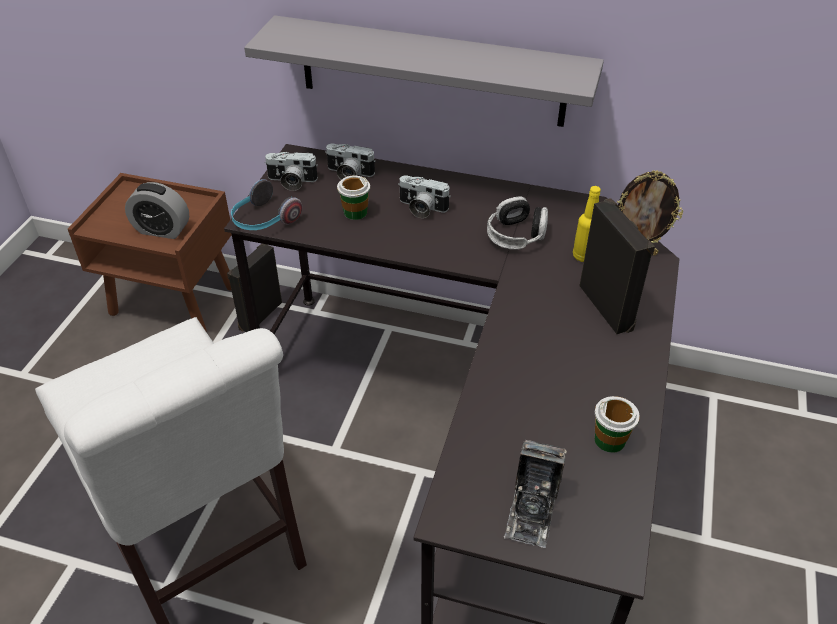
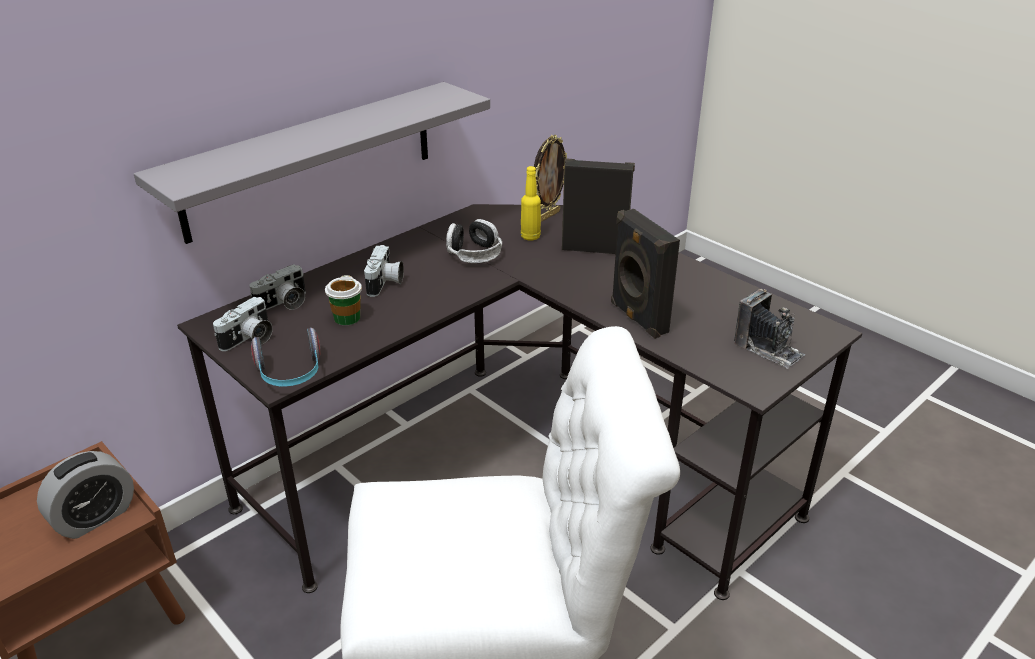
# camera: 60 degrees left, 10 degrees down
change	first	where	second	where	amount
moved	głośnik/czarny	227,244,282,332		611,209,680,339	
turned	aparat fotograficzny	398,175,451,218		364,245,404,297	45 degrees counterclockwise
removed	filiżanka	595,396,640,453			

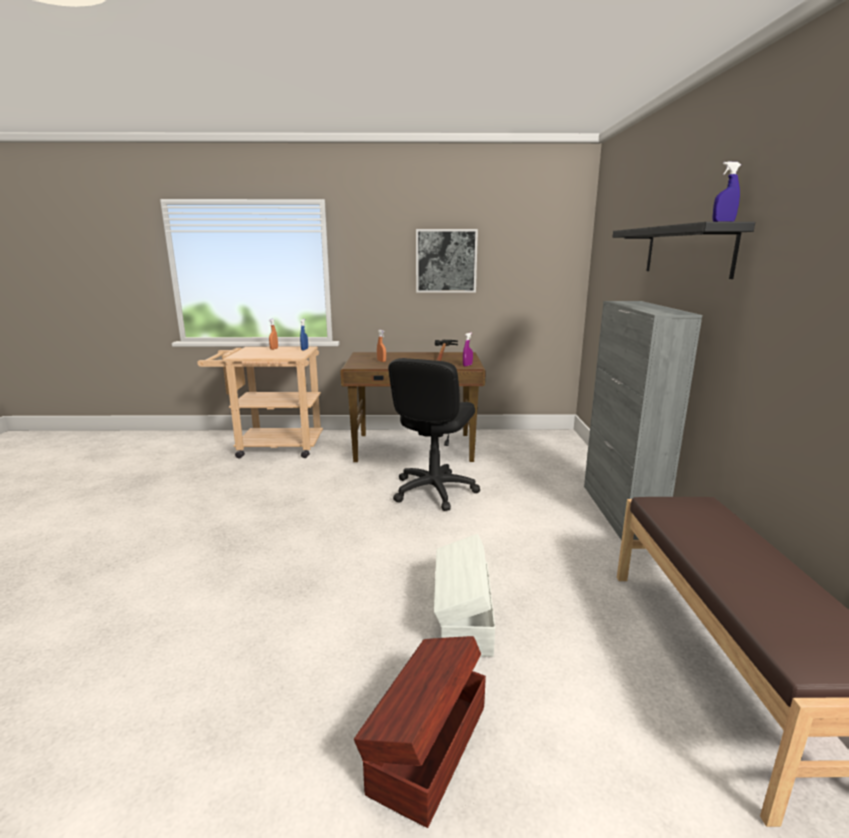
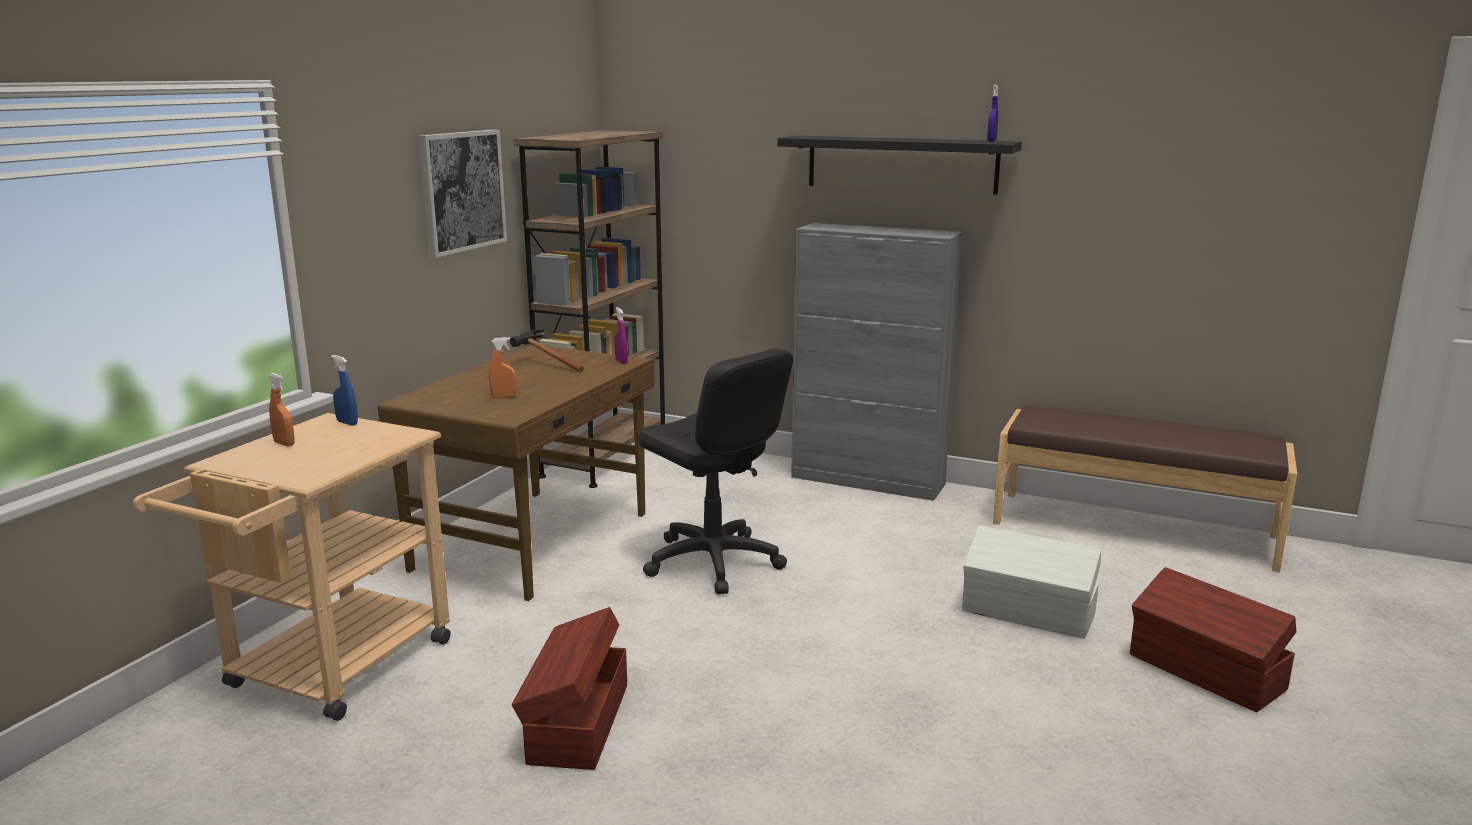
# camera: 65 degrees left, 0 degrees up
change	first	where	second	where	amount
added			pojemnik do przechowywania/brązowy	512,607,627,770	
added			regał/brązowy	514,130,665,488	

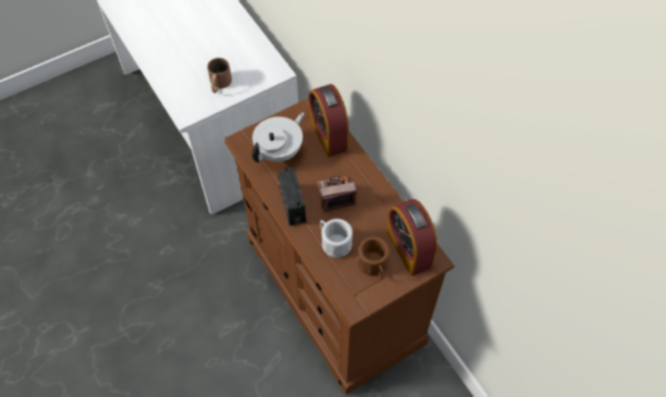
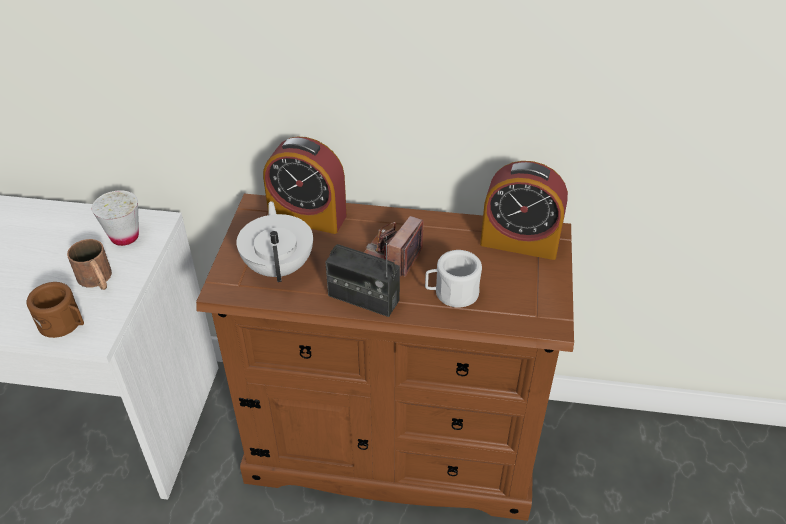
# camera: 50 degrees left, 15 degrees down
change	first	where	second	where	amount
moved	kubek/brązowy	358,236,390,279		26,282,84,338	
added			filiżanka/biały	92,190,139,246	

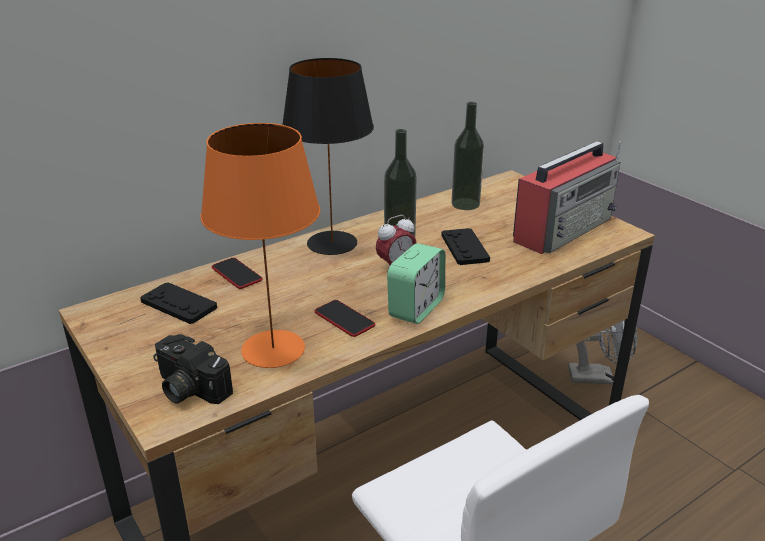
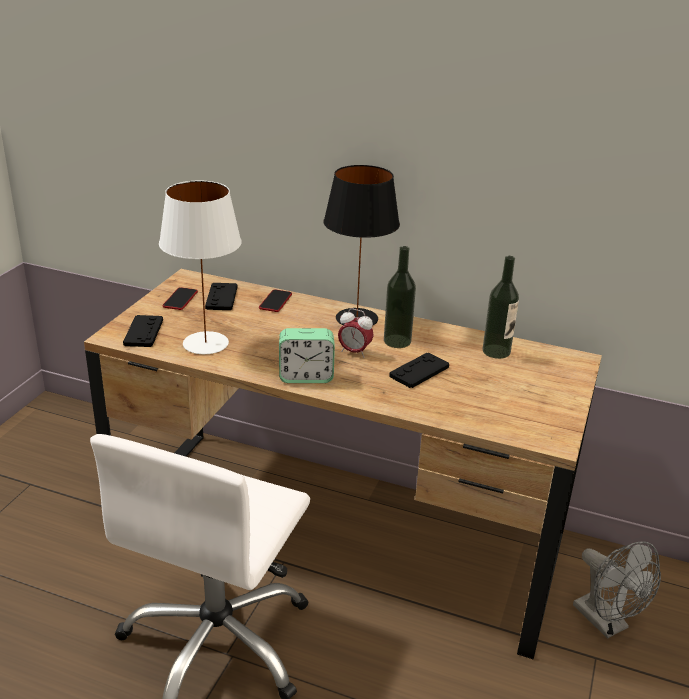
# camera: 55 degrees right, 0 degrees up
change	first	where	second	where	amount
replaced	aparat fotograficzny	153,334,233,404	pad do gier/czarny	123,315,163,347	
recoloured	lampa stołowa/pomarańczowy	200,123,320,368	lampa stołowa/biały	159,180,242,354	
moved	telefon	315,300,375,337		163,287,198,310	
removed	radio	513,141,621,254			

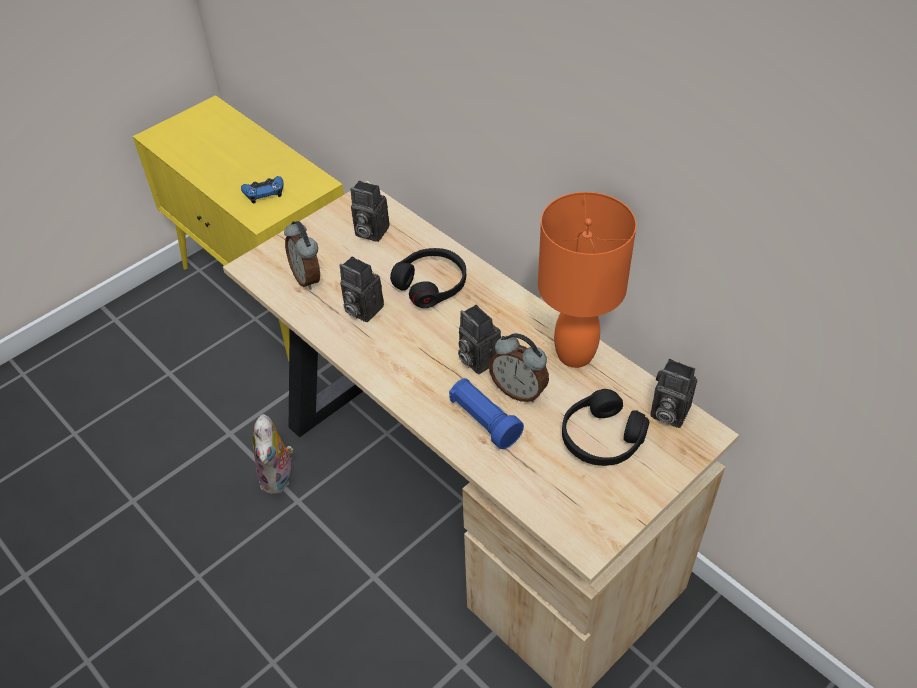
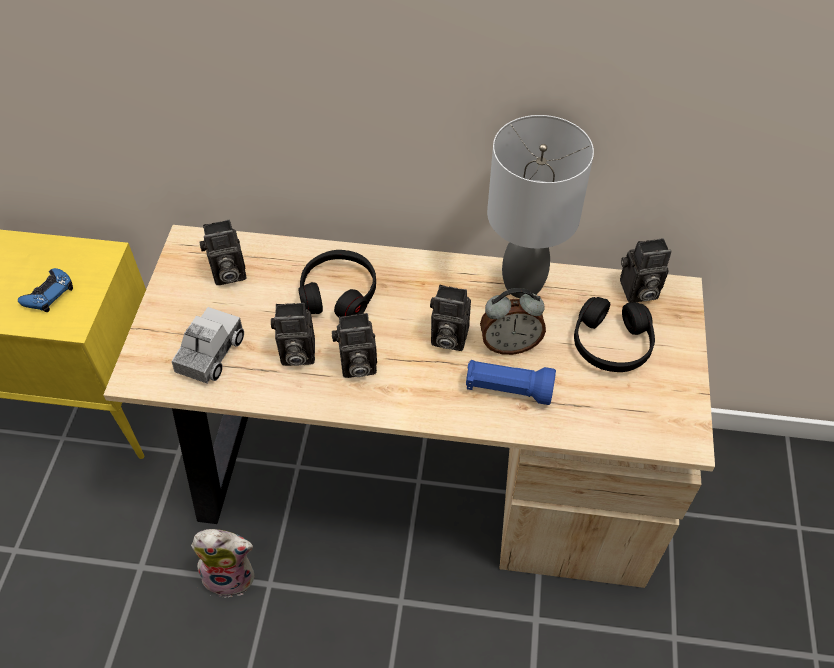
# camera: 40 degrees left, 5 degrees up
change	first	where	second	where	amount
turned	pluszak	252,414,295,494		191,529,254,598	45 degrees counterclockwise
replaced	budzik	284,221,320,290	ciężarówka zabawkowa	171,307,244,383	
recoloured	lampa stołowa/pomarańczowy	538,192,636,368	lampa stołowa/szary	487,115,594,298	
added			aparat fotograficzny	332,313,377,378	

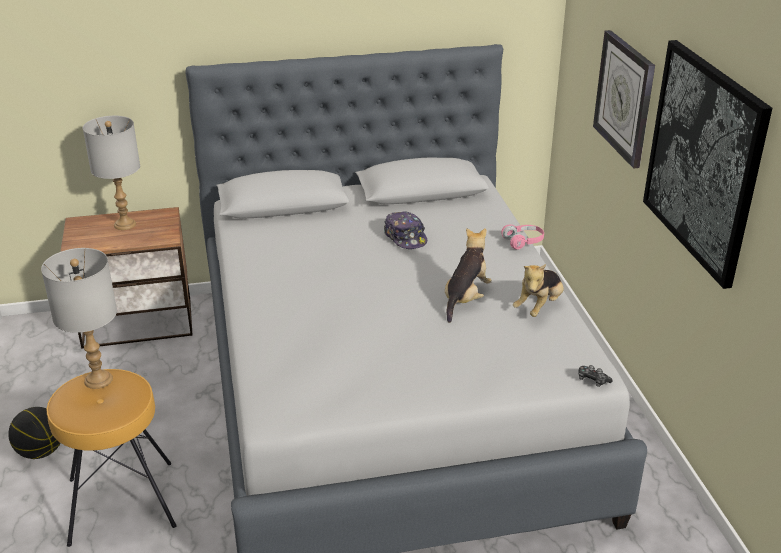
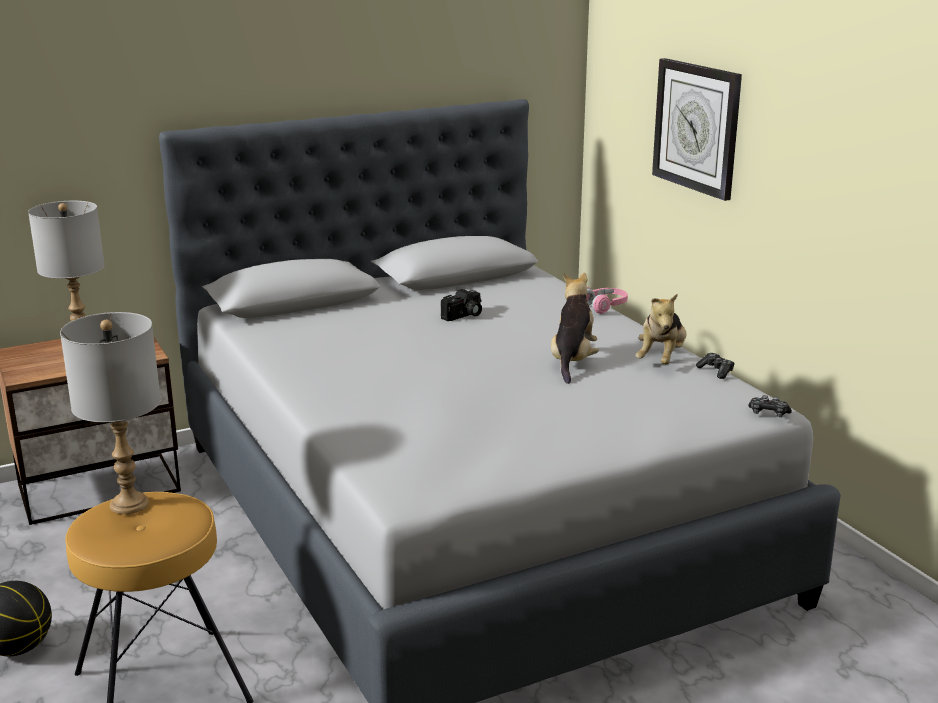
# camera: 15 degrees left, 10 degrees down
change	first	where	second	where	amount
replaced	czapka z daszkiem	384,211,427,249	aparat fotograficzny	441,289,482,321	
removed	obraz	643,40,772,289			
added			pad do gier	696,353,735,379	

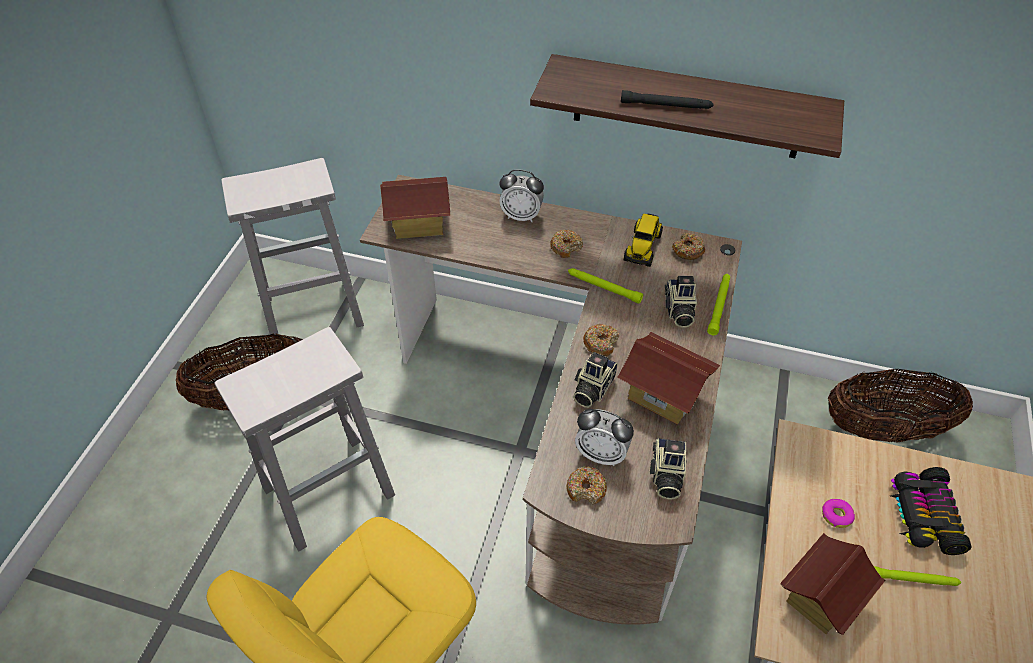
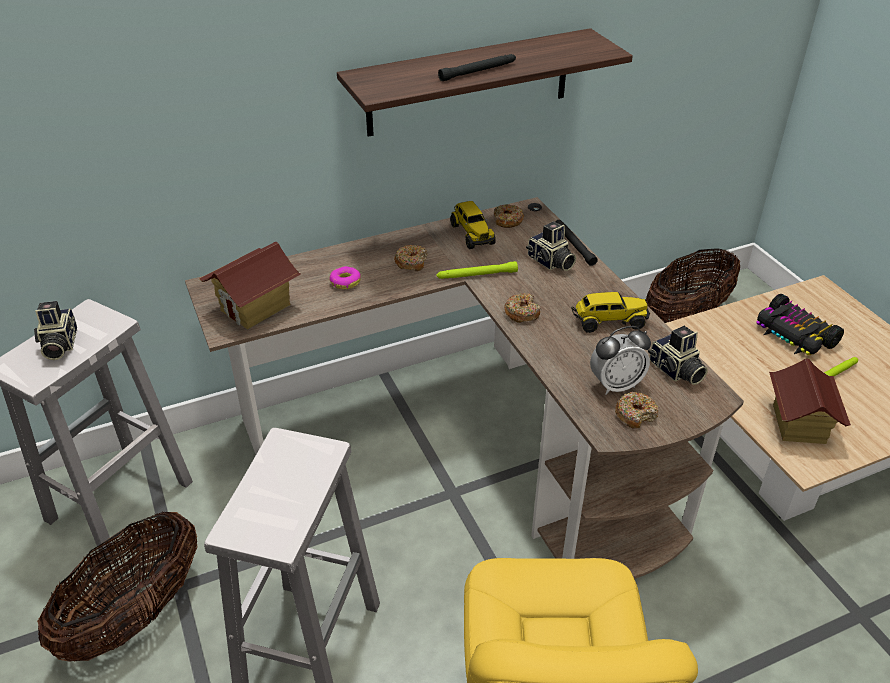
# camera: 40 degrees left, 10 degrees down
change	first	where	second	where	amount
removed	budzik	499,170,544,222			
moved	aparat fotograficzny	573,352,618,408		34,301,77,360	
replaced	domek	617,332,720,425	ciężarówka zabawkowa	571,292,650,333	
recoloured	latarka/zielony	707,274,730,335	latarka/czarny	556,220,598,266	
moved	donut	822,499,855,528		329,266,361,289	

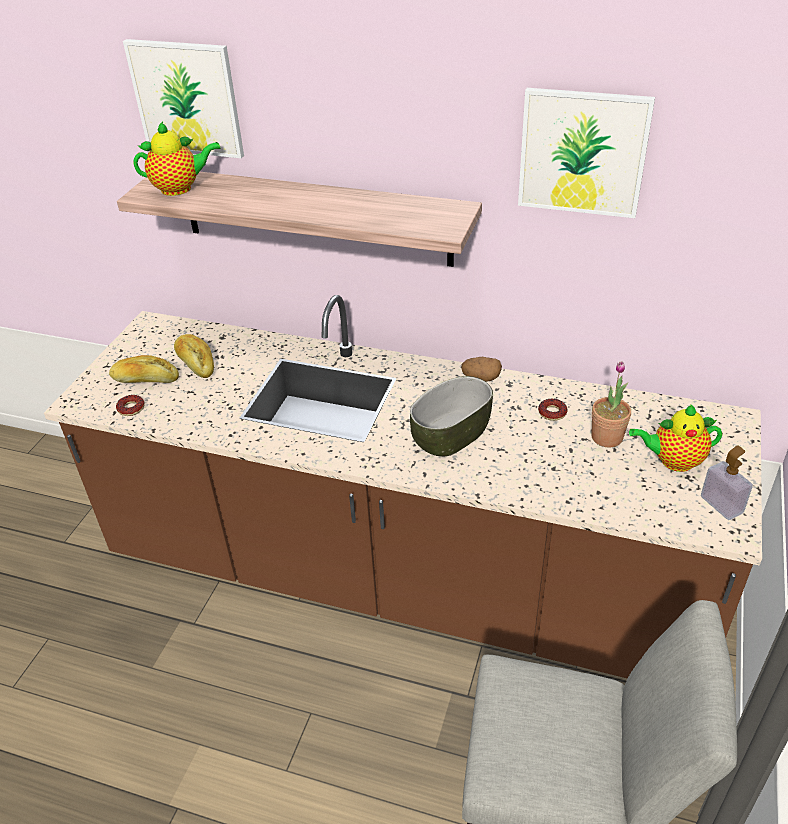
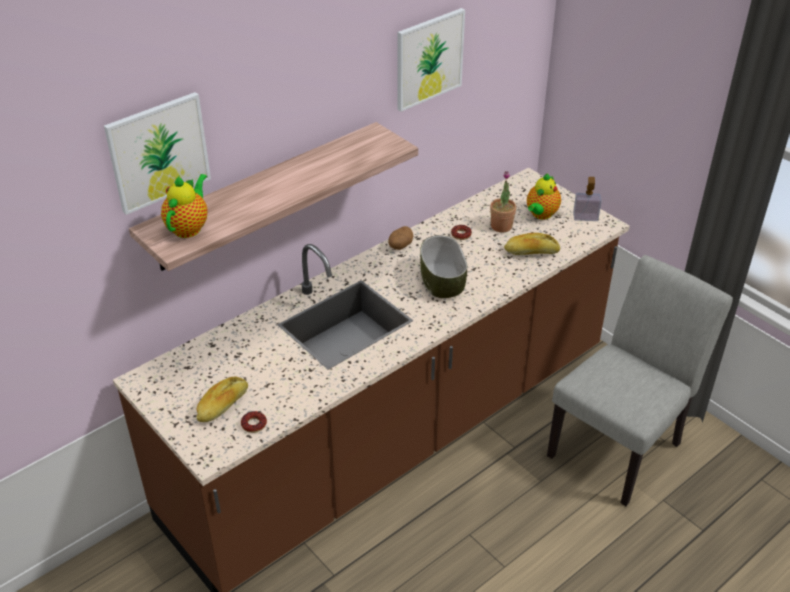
# camera: 60 degrees left, 0 degrees up
change	first	where	second	where	amount
moved	chleb	174,334,214,378		504,233,560,255	

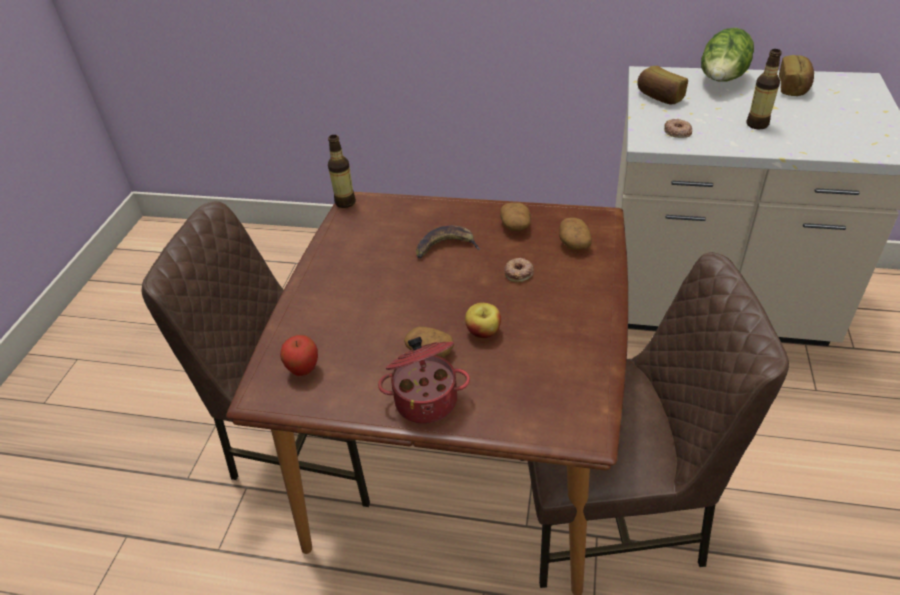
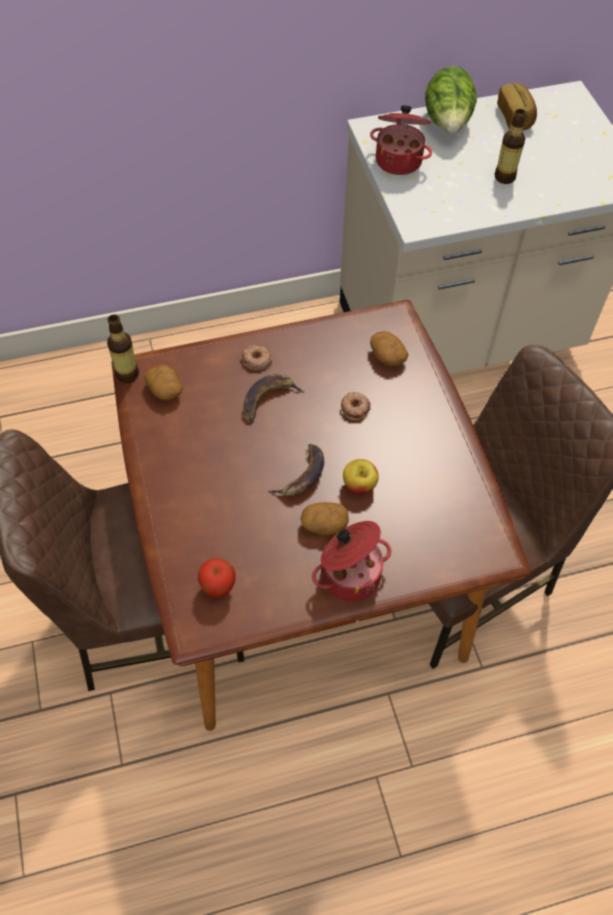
# camera: 30 degrees left, 15 degrees up
change	first	where	second	where	amount
moved	ziemniak	500,202,531,231		144,365,183,400	
replaced	chleb	637,66,688,104	garnek	370,105,432,175	
moved	donut	664,119,692,138		242,344,272,370	
added			banan	267,444,324,496	

